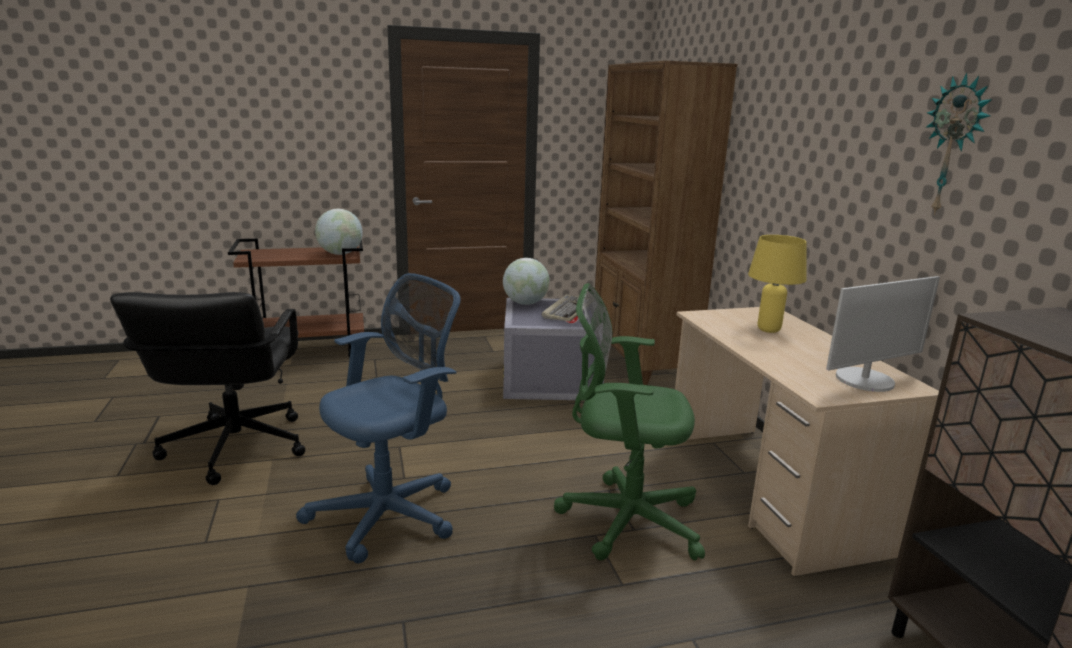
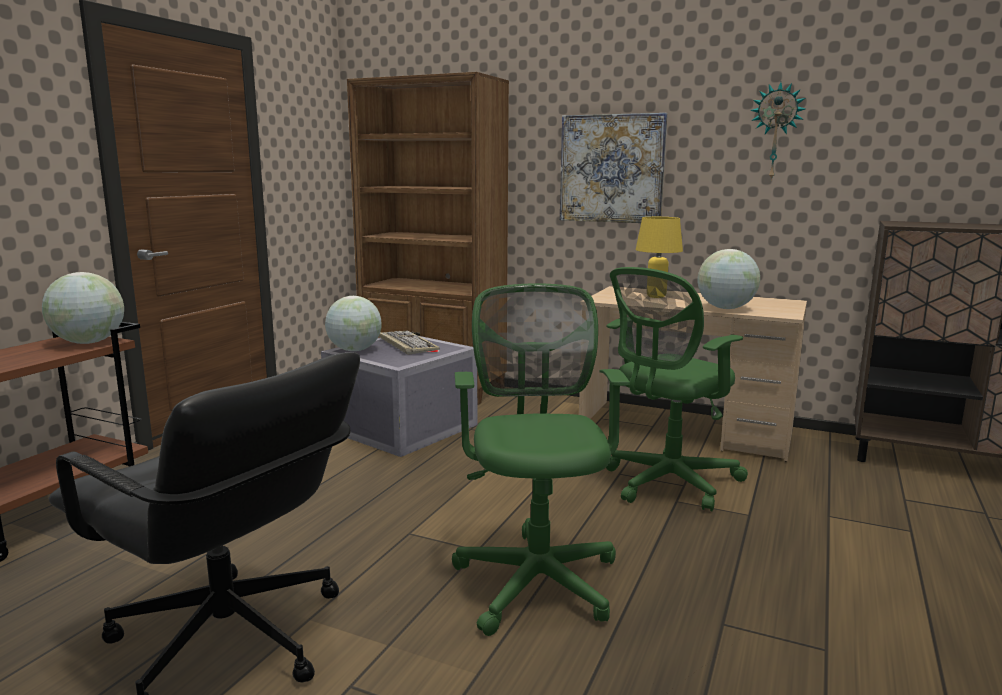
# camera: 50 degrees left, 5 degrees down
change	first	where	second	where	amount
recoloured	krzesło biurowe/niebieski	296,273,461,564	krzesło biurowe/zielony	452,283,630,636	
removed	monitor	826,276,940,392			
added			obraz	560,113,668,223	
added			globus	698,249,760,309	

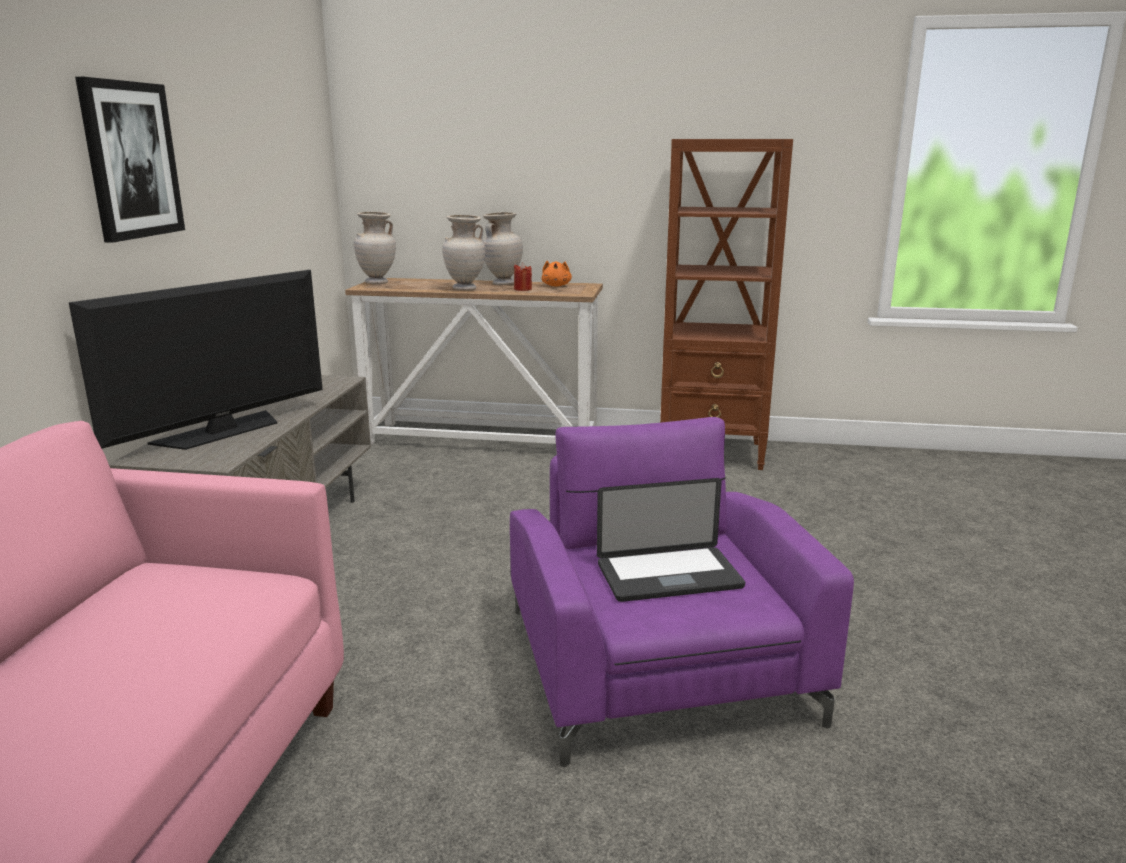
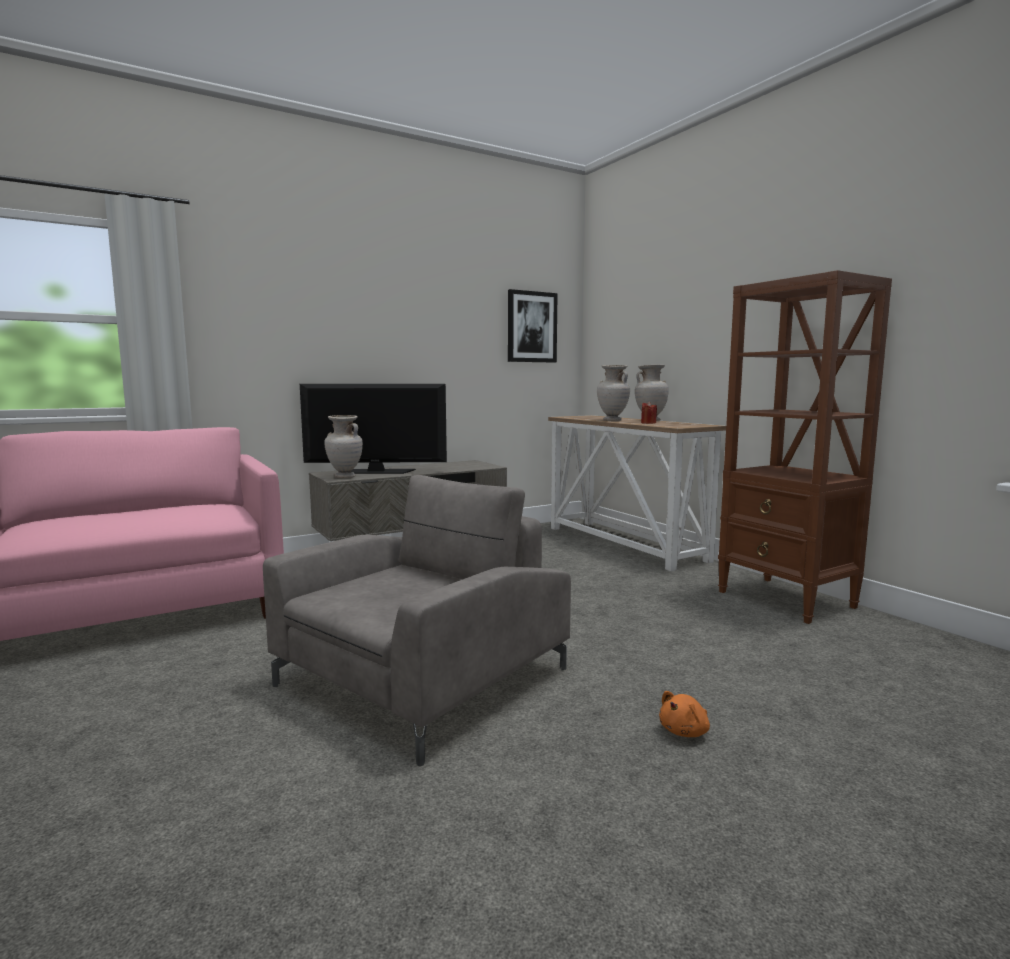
# camera: 50 degrees right, 10 degrees down
change	first	where	second	where	amount
moved	obraz	75,77,185,243		508,289,558,363	
moved	wazon/beżowy	354,212,396,284		324,415,363,479	
recoloured	fotel/fioletowy	510,417,854,767	fotel/szary	263,475,571,766	
moved	pluszak/pomarańczowy	541,261,572,286		659,691,710,737	
removed	laptop	597,478,745,602			

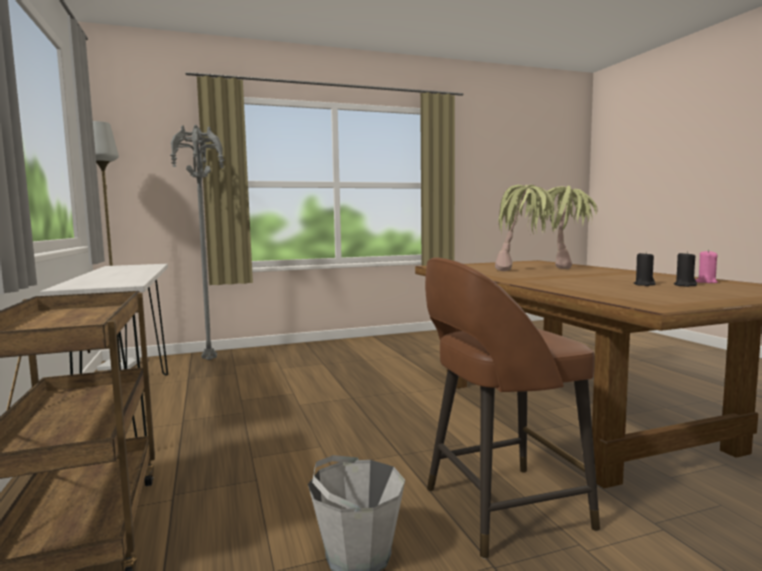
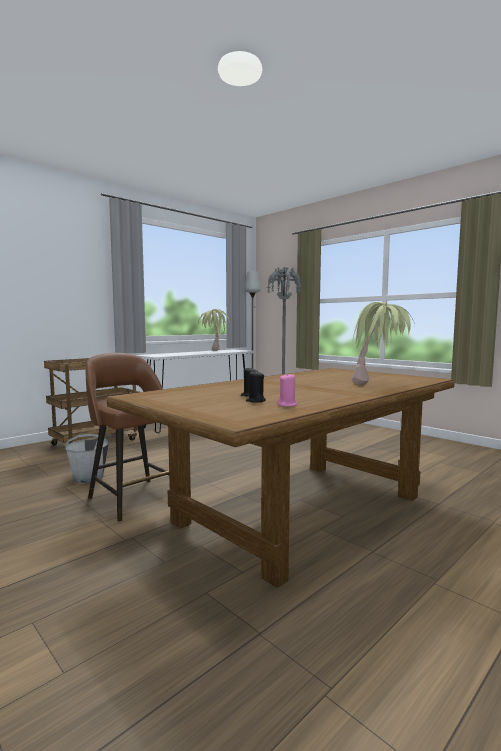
# camera: 65 degrees right, 0 degrees up
change	first	where	second	where	amount
moved	roślina doniczkowa	495,185,554,271		198,309,230,351	

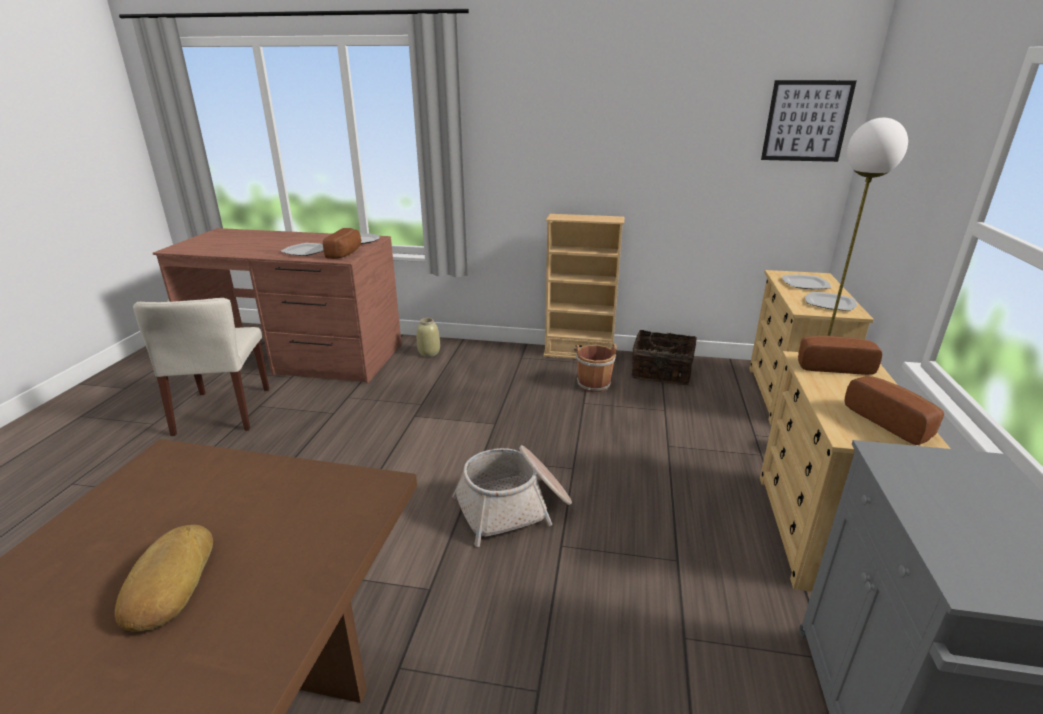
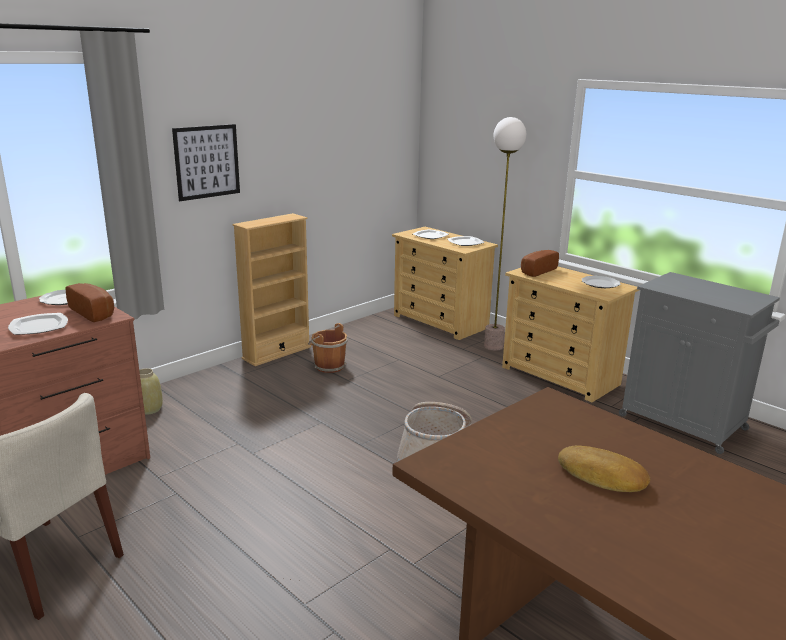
# camera: 55 degrees left, 5 degrees down
change	first	where	second	where	amount
removed	koszyk	631,330,697,385			
moved	obraz	761,80,857,162		172,124,240,201	
replaced	chleb	844,376,944,445	talerz	582,276,620,288	

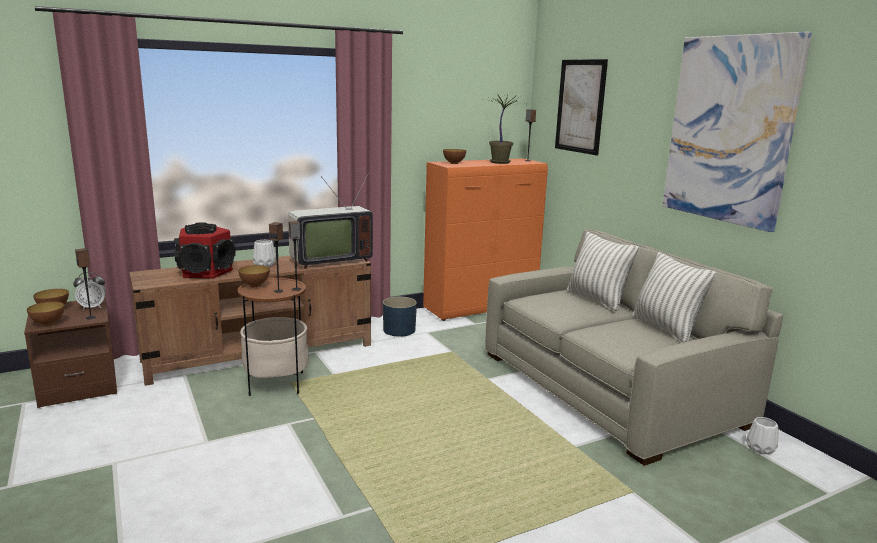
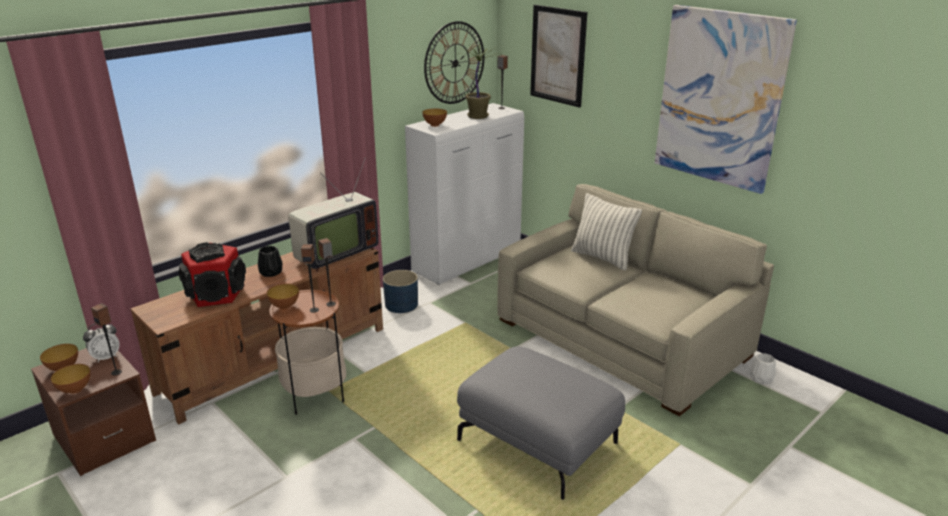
# camera: 15 degrees left, 10 degrees up
change	first	where	second	where	amount
recoloured	wazon/biały	253,240,276,267	wazon/czarny	258,246,283,277	
recoloured	szafka/pomarańczowy	423,158,548,321	szafka/biały	405,103,524,285	
removed	poduszka	632,252,716,343			
added			zegar ścienny	424,21,484,104	
added			pufa/szary	457,346,625,500	

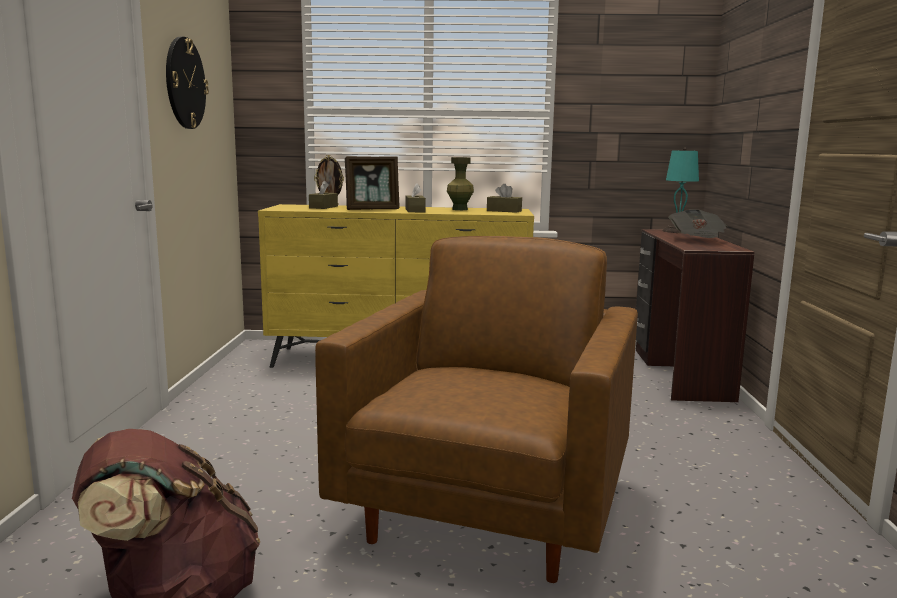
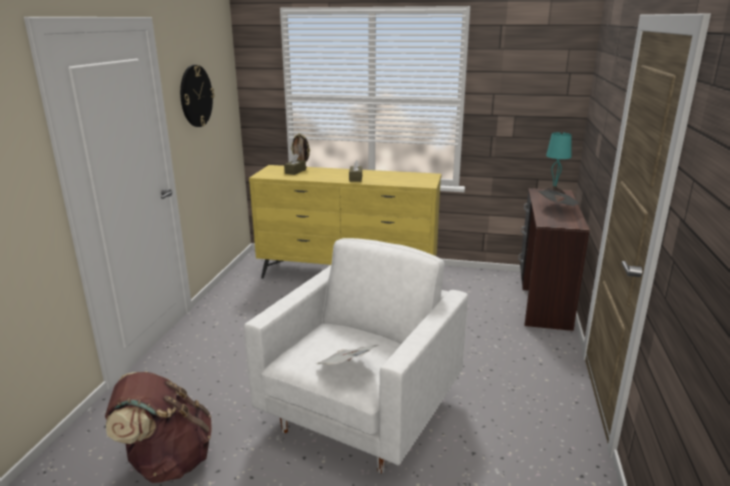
# camera: 10 degrees right, 10 degrees up
change	first	where	second	where	amount
recoloured	fotel/brązowy	315,236,638,583	fotel/biały	244,238,468,473	
removed	ramka na zdjęcie	345,156,400,210			
removed	wazon/zielony	447,157,474,210			
removed	pudełko chusteczek/brązowy	487,184,522,213			
added			gazeta	315,345,379,365	

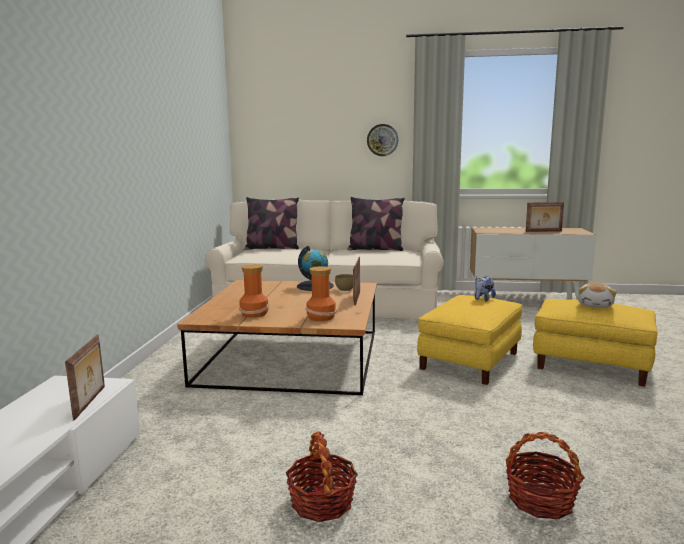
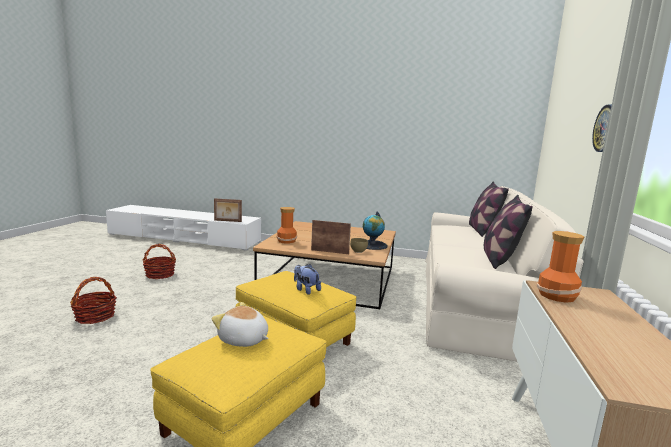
# camera: 95 degrees right, 0 degrees up
change	first	where	second	where	amount
moved	wazon	239,264,269,318		537,231,584,303	
removed	ramka na zdjęcie	525,202,564,232			

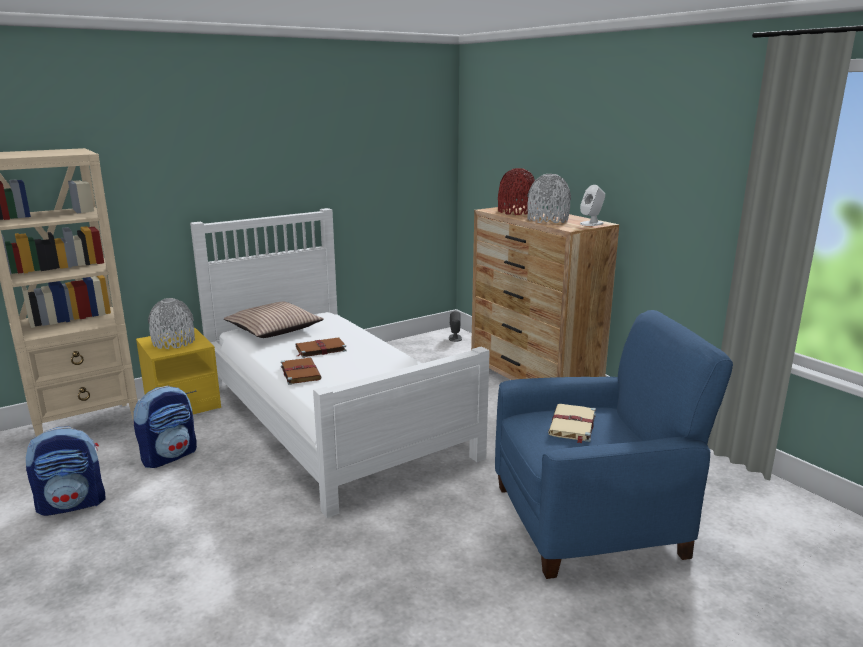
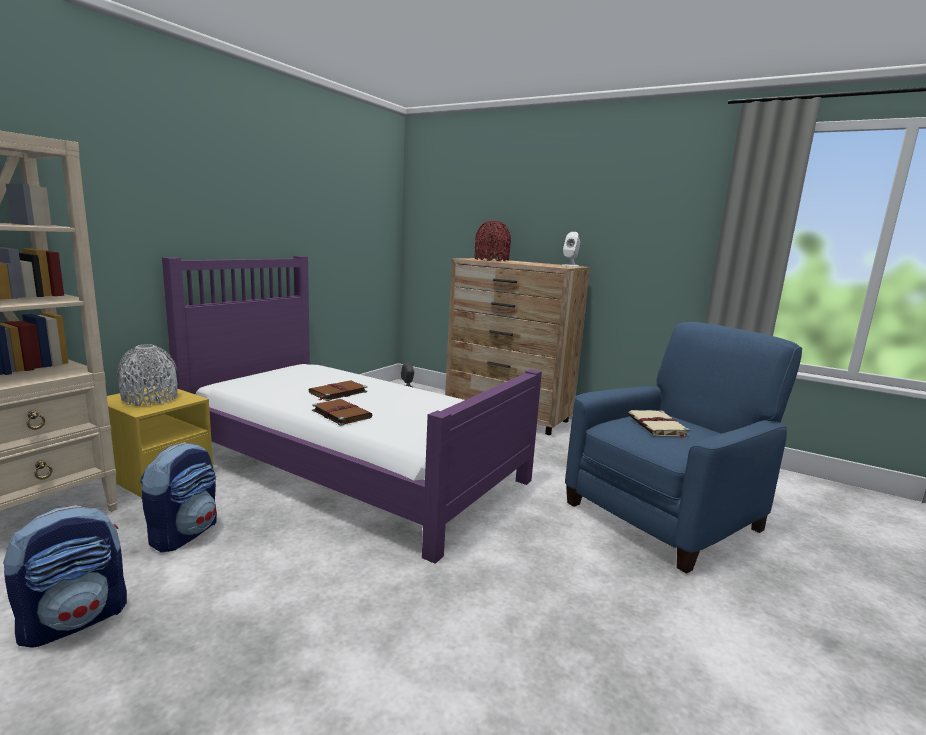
# camera: 25 degrees left, 5 degrees down
change	first	where	second	where	amount
recoloured	łóżko/biały	190,208,490,518	łóżko/fioletowy	162,256,542,564	
removed	poduszka	224,302,324,338			
removed	wazon/szary	527,174,571,223			

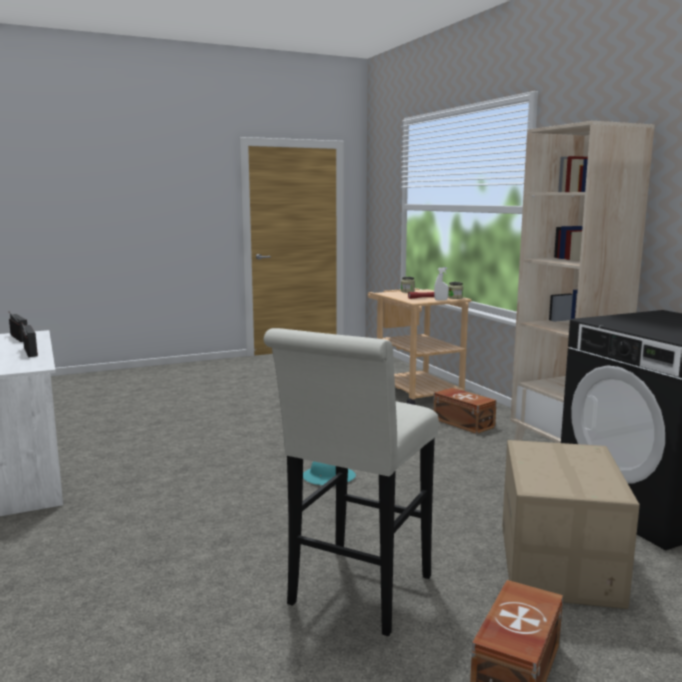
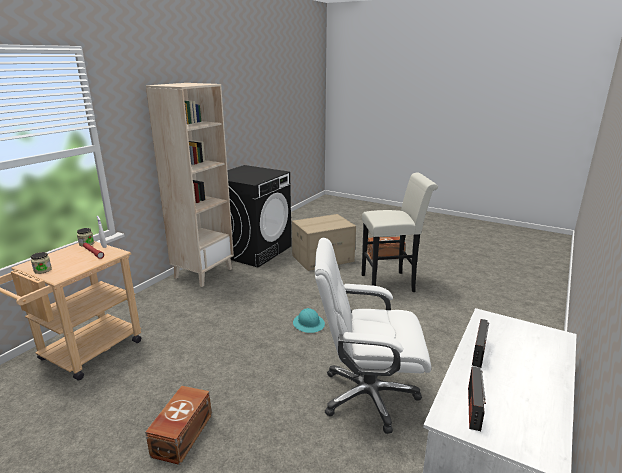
# camera: 125 degrees left, 10 degrees up
change	first	where	second	where	amount
moved	pojemnik do przechowywania/brązowy	433,388,497,434		145,386,212,465	
added			krzesło biurowe/biały	315,238,431,434	

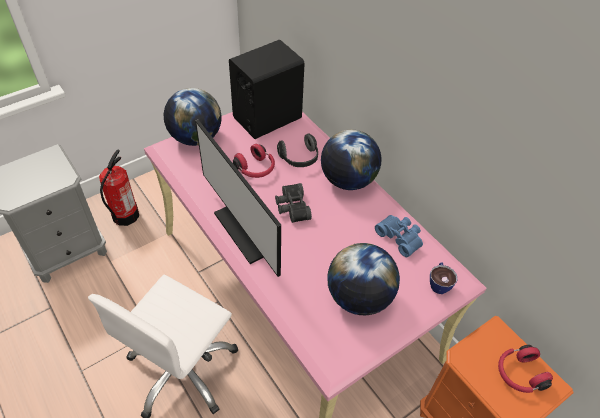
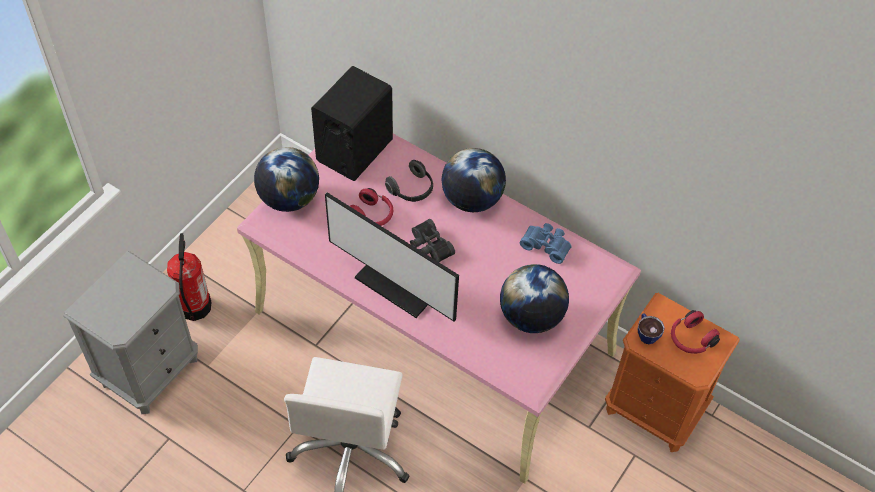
# camera: 20 degrees left, 5 degrees up
change	first	where	second	where	amount
moved	filiżanka	430,262,457,294		638,313,665,344	

